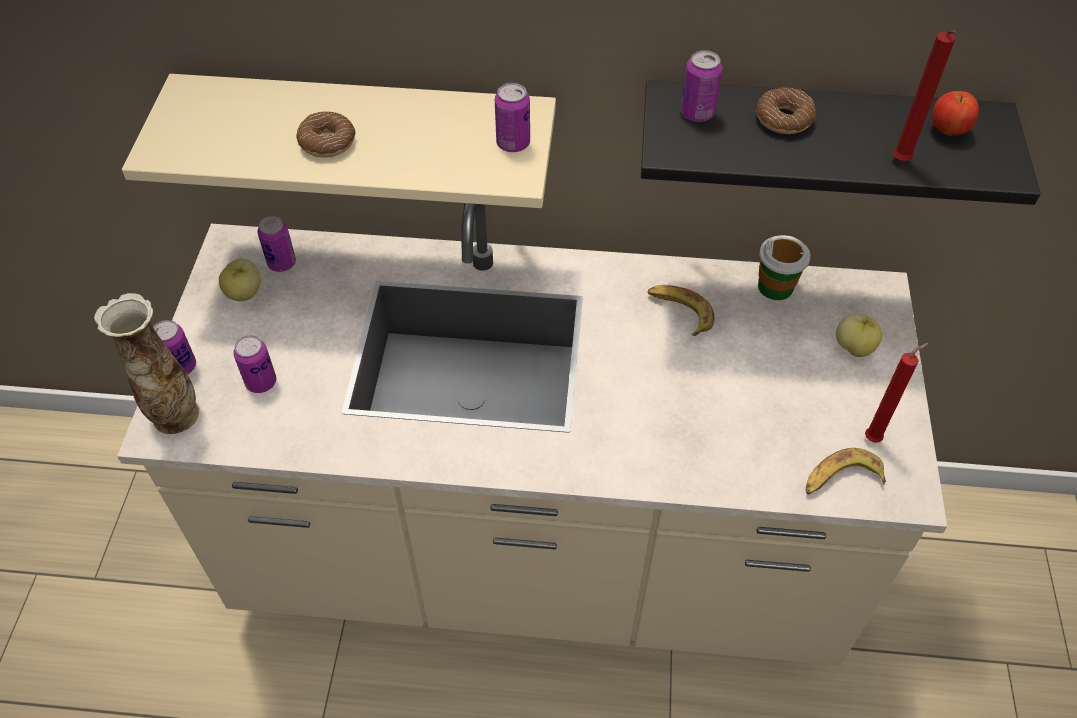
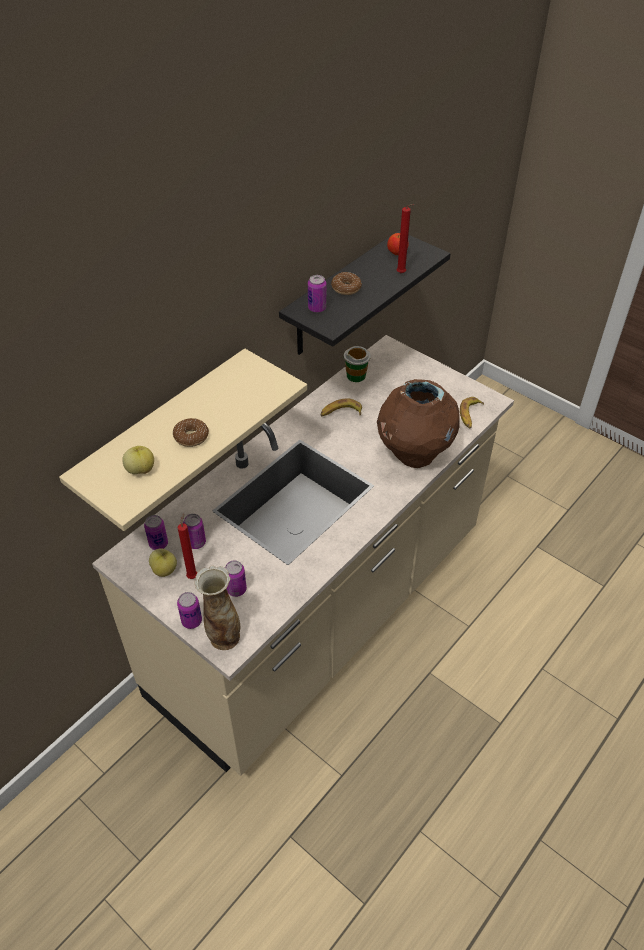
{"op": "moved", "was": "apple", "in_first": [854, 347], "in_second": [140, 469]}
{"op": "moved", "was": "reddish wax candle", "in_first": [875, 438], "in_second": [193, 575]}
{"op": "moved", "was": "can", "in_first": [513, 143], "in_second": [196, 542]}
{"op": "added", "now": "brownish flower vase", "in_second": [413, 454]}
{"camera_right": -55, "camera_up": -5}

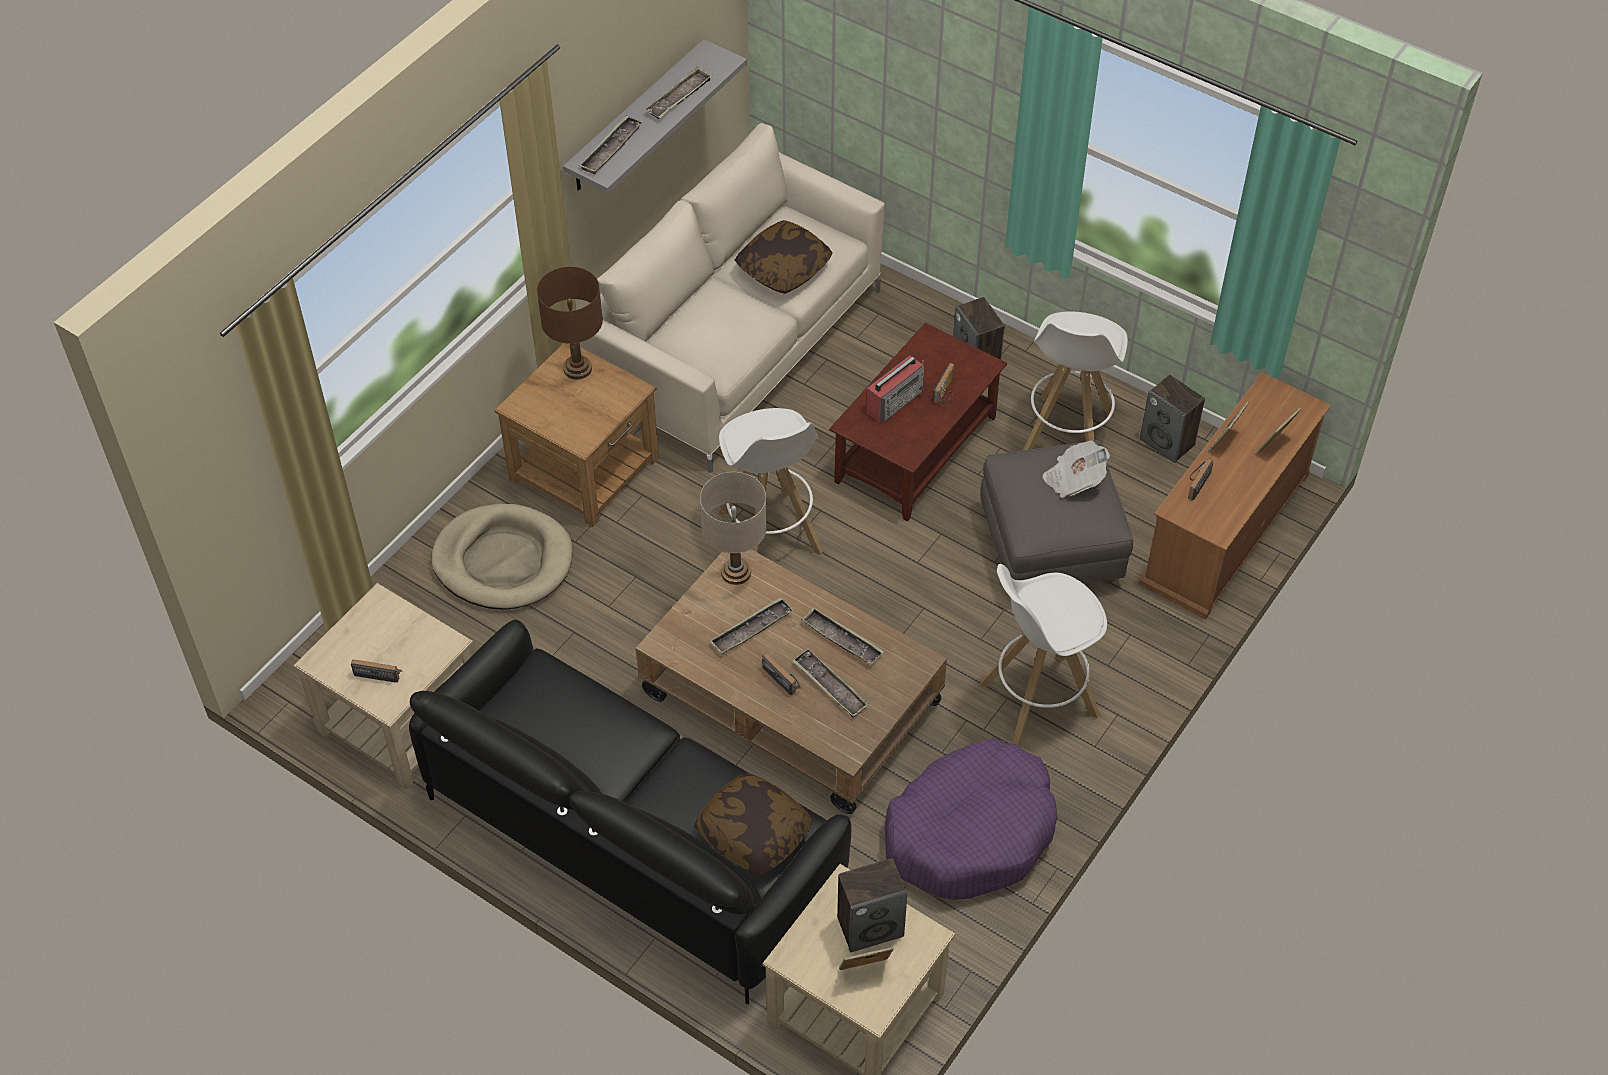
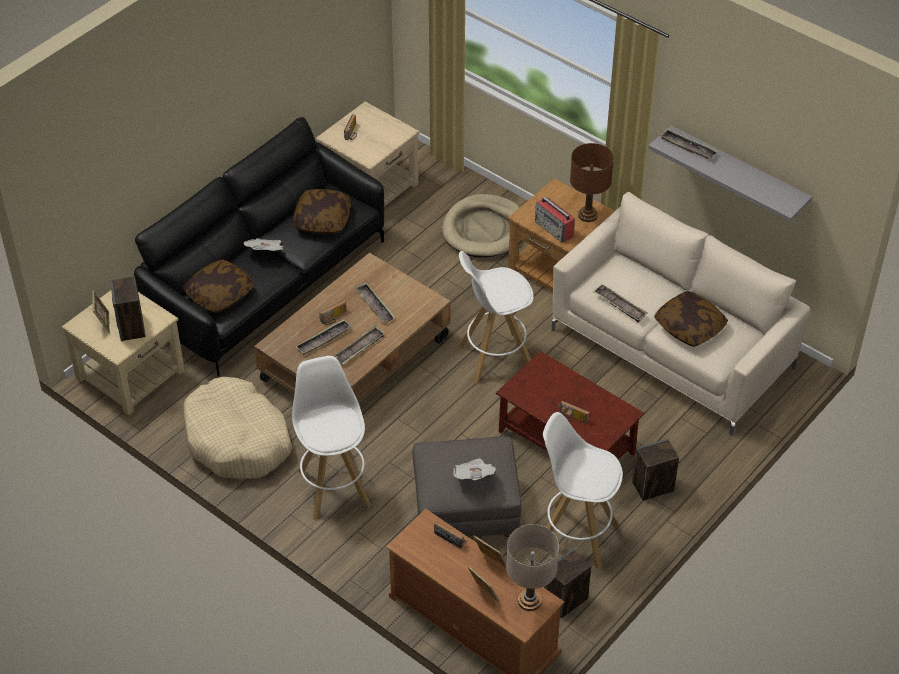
{"op": "recoloured", "was": "purplish dog cushion", "now": "sand-coloured dog cushion", "in_first": [970, 831], "in_second": [237, 440]}
{"op": "added", "now": "daily paper", "in_second": [266, 252]}
{"op": "added", "now": "throw pillow", "in_second": [322, 220]}
{"op": "moved", "was": "sand-coloured lamp for a table", "in_first": [736, 572], "in_second": [529, 601]}
{"op": "moved", "was": "radio", "in_first": [895, 400], "in_second": [554, 229]}
{"op": "moved", "was": "serving tray", "in_first": [679, 97], "in_second": [620, 305]}
{"camera_right": 95, "camera_up": -5}

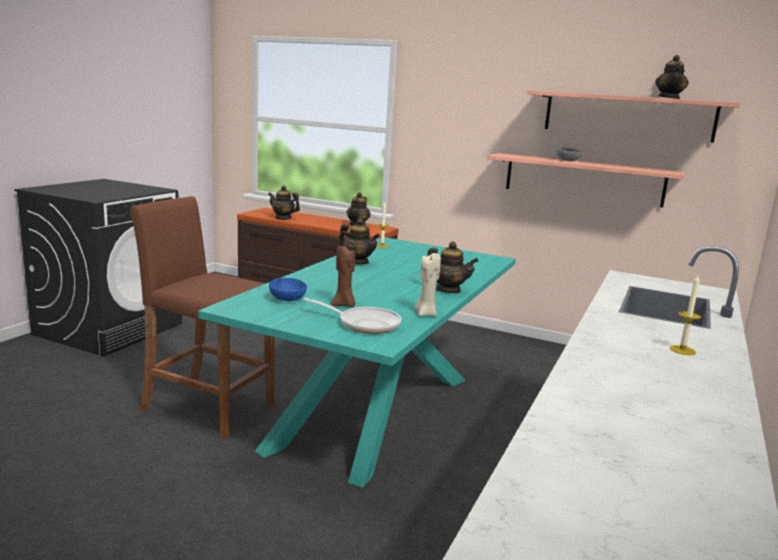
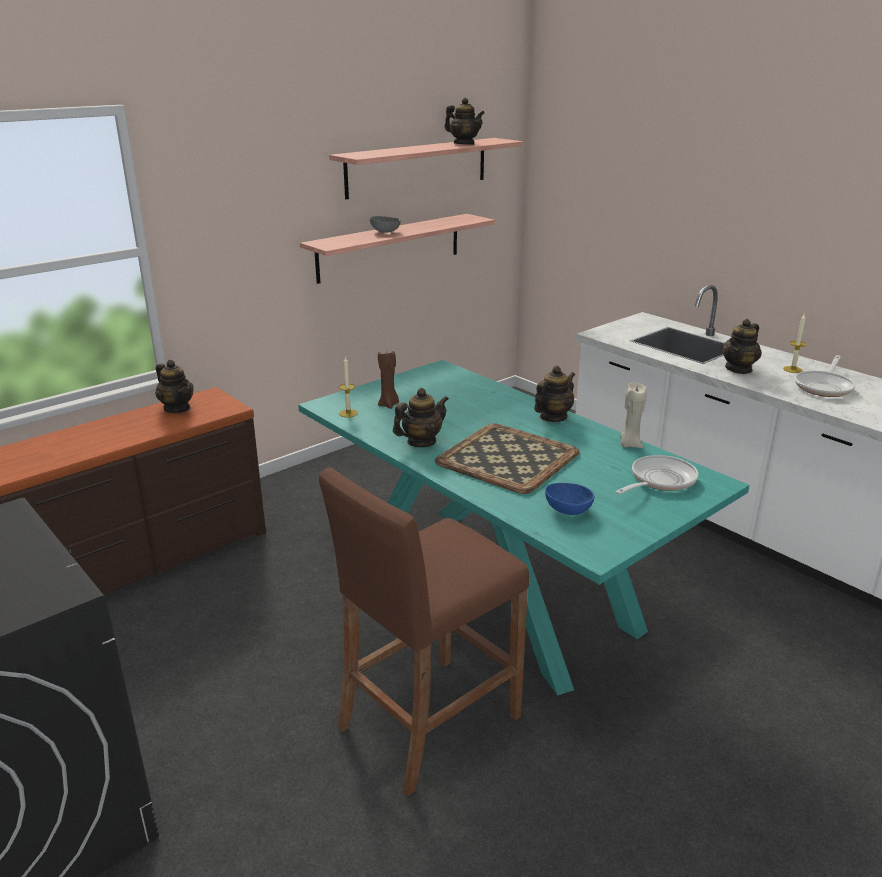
{"op": "moved", "was": "brownish wax candle", "in_first": [344, 305], "in_second": [389, 405]}
{"op": "added", "now": "serving tray", "in_second": [507, 457]}
{"op": "moved", "was": "teapot", "in_first": [283, 218], "in_second": [739, 369]}
{"op": "added", "now": "frying pan", "in_second": [824, 387]}
{"camera_right": -65, "camera_up": 10}

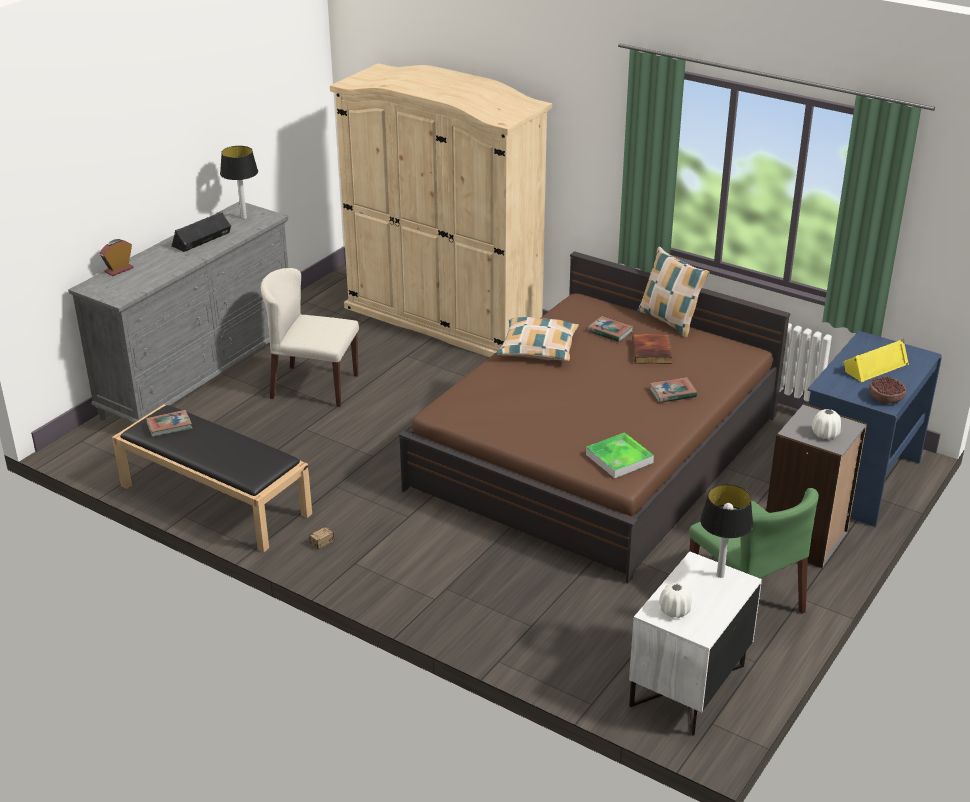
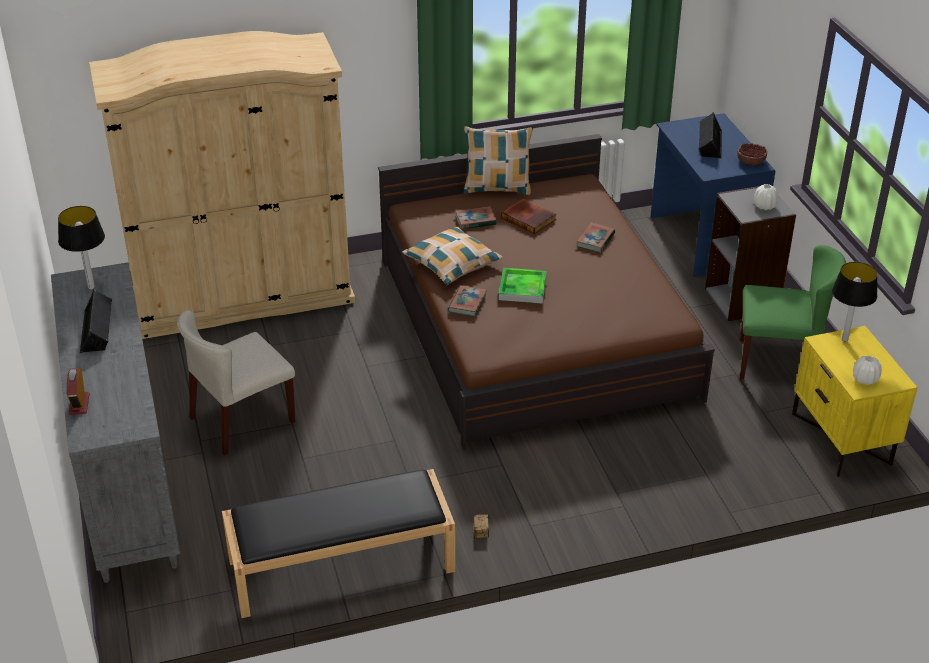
{"op": "moved", "was": "bound book", "in_first": [169, 426], "in_second": [467, 303]}
{"op": "moved", "was": "serving tray", "in_first": [619, 458], "in_second": [522, 288]}
{"op": "recoloured", "was": "yellow audio speaker", "now": "black audio speaker", "in_first": [874, 366], "in_second": [708, 143]}
{"op": "recoloured", "was": "white-coloured night table", "now": "yellow night table", "in_first": [688, 687], "in_second": [842, 439]}
{"camera_right": -50, "camera_up": 5}

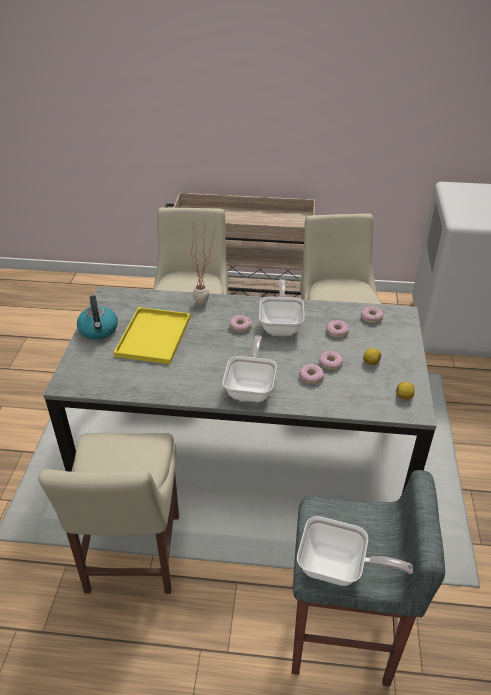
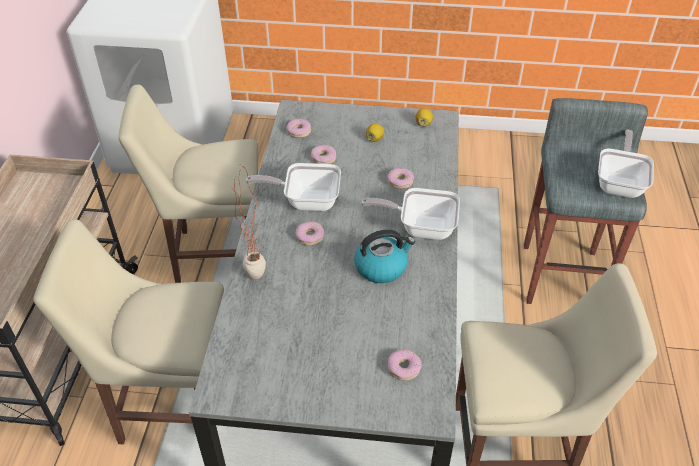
{"op": "moved", "was": "water kettle", "in_first": [99, 330], "in_second": [381, 267]}
{"op": "moved", "was": "doughnut", "in_first": [330, 363], "in_second": [403, 368]}
{"op": "removed", "was": "yellow serving tray", "in_first": [154, 337]}
{"camera_right": -90, "camera_up": 5}

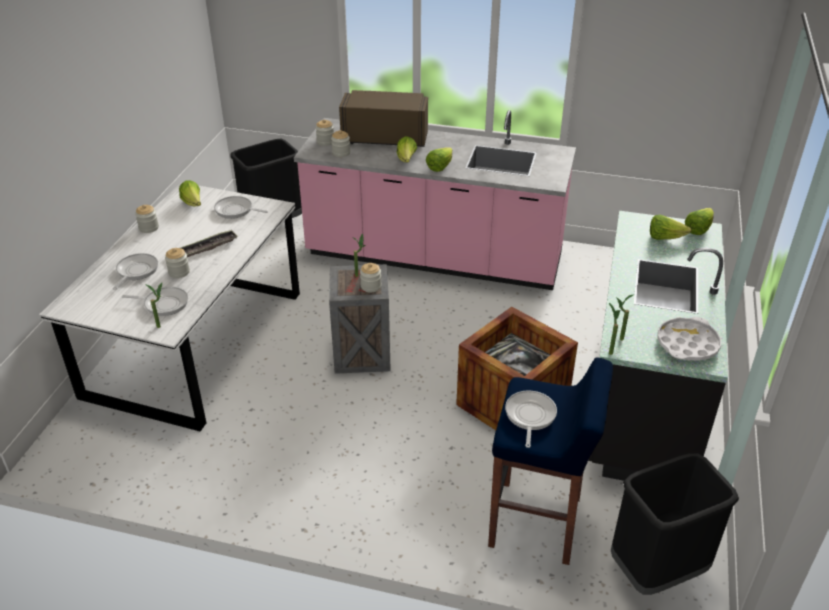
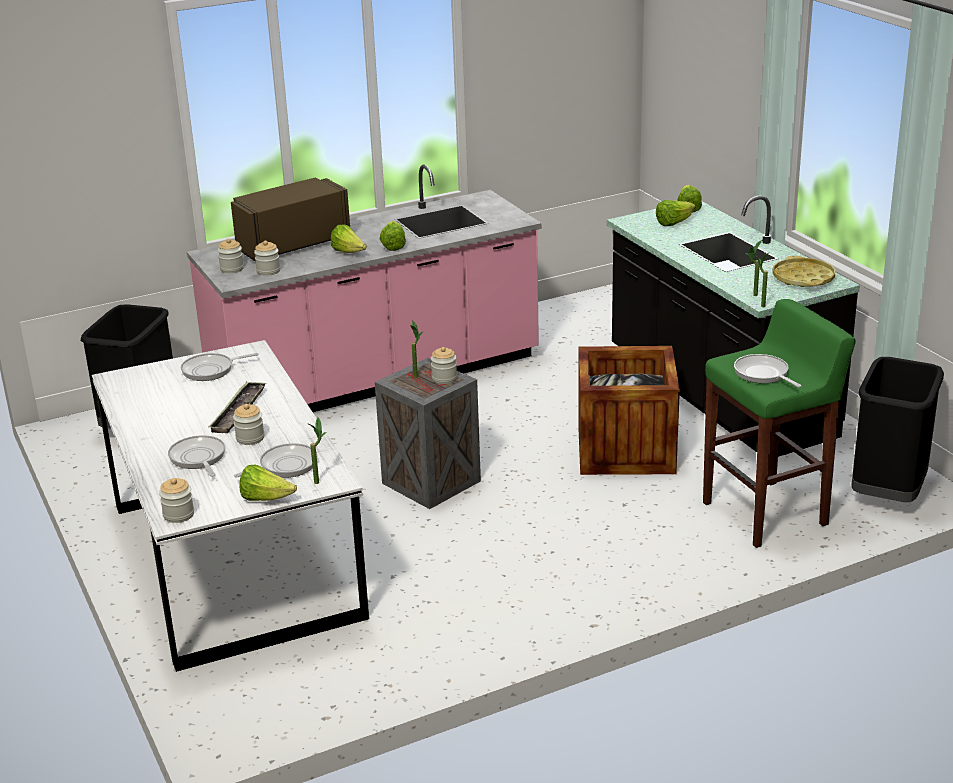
{"op": "moved", "was": "jar", "in_first": [149, 228], "in_second": [178, 515]}
{"op": "moved", "was": "lettuce", "in_first": [193, 203], "in_second": [266, 498]}
{"op": "recoloured", "was": "blue stool", "now": "greenish stool", "in_first": [537, 522], "in_second": [766, 513]}
{"op": "recoloured", "was": "white-coloured serving tray", "now": "yellow serving tray", "in_first": [687, 344], "in_second": [803, 278]}
{"camera_right": -40, "camera_up": -10}

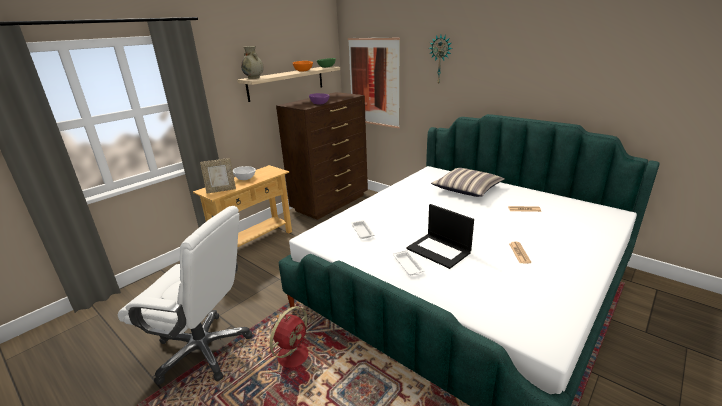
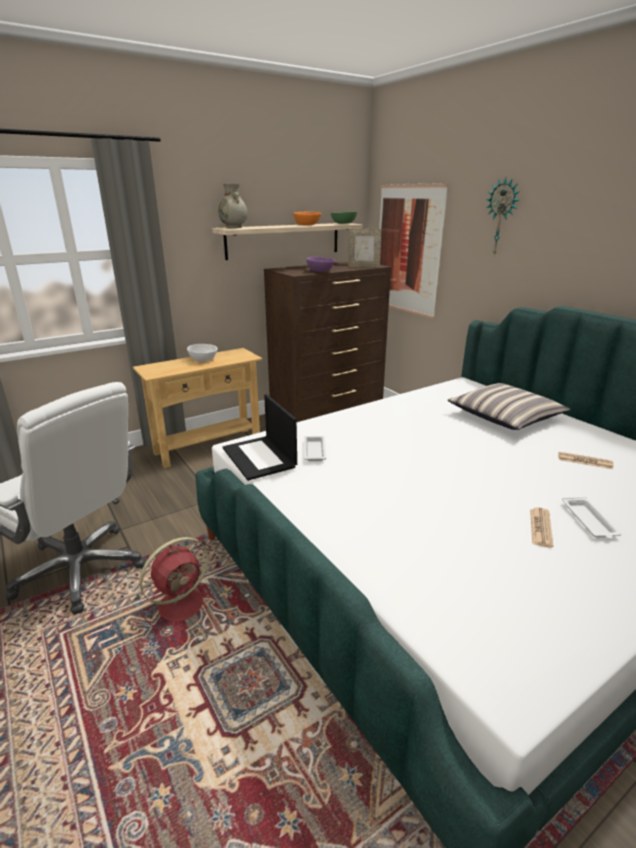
{"op": "moved", "was": "notebook computer", "in_first": [439, 250], "in_second": [260, 458]}
{"op": "moved", "was": "standing frame", "in_first": [221, 190], "in_second": [363, 267]}
{"op": "moved", "was": "white-coloured serving tray", "in_first": [408, 265], "in_second": [589, 521]}
{"camera_right": 15, "camera_up": 0}

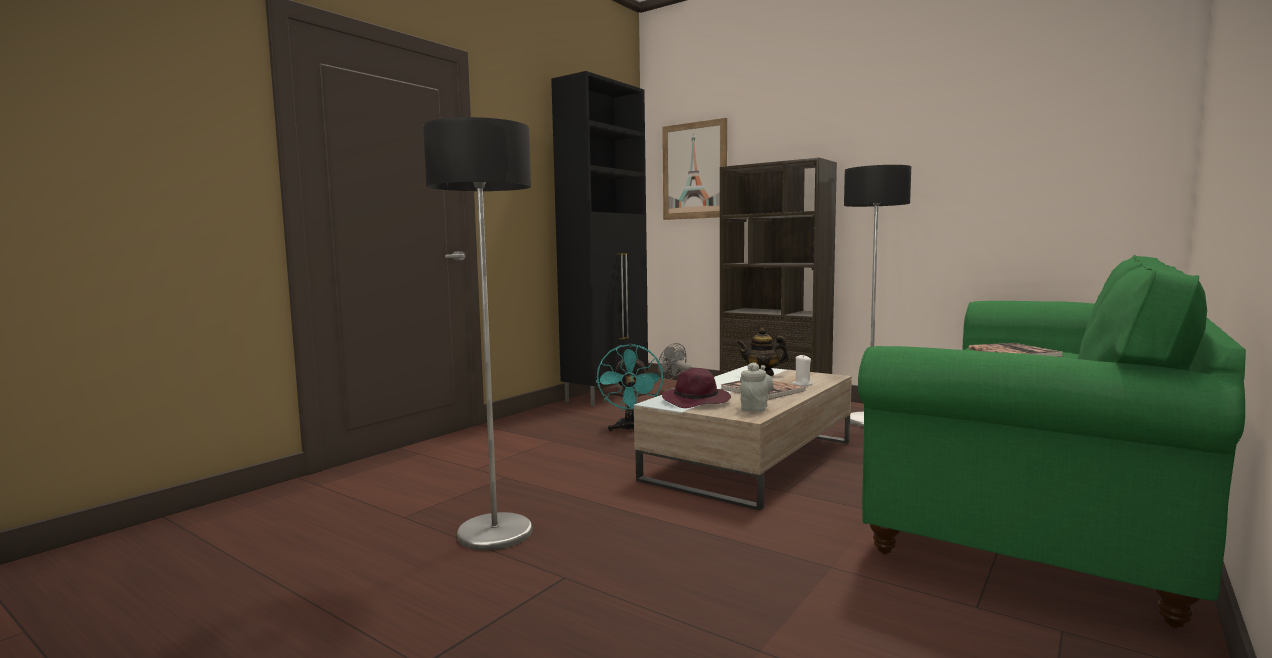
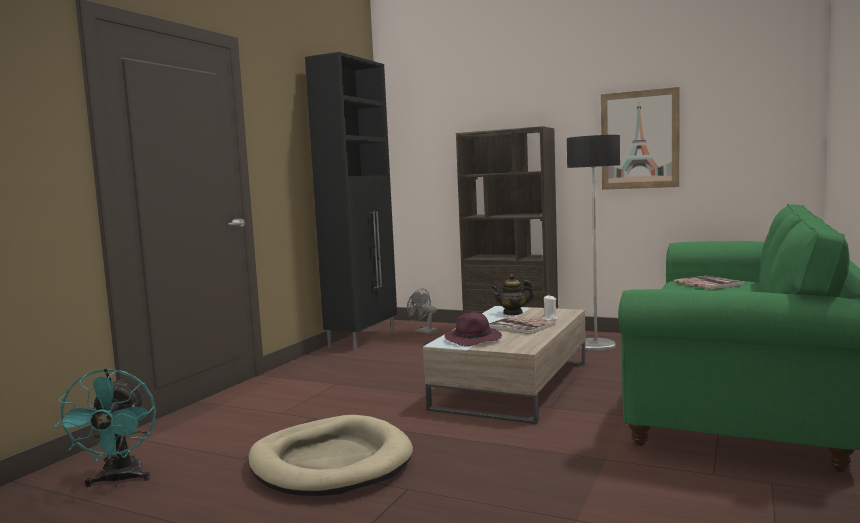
{"op": "moved", "was": "blue-green fan", "in_first": [631, 429], "in_second": [119, 480]}
{"op": "replaced", "was": "standing lamp", "now": "sand-coloured dog cushion", "in_first": [494, 533], "in_second": [330, 462]}
{"op": "moved", "was": "picture", "in_first": [694, 171], "in_second": [639, 140]}
{"op": "removed", "was": "greyish teapot", "in_first": [755, 408]}
{"camera_right": -10, "camera_up": 0}

